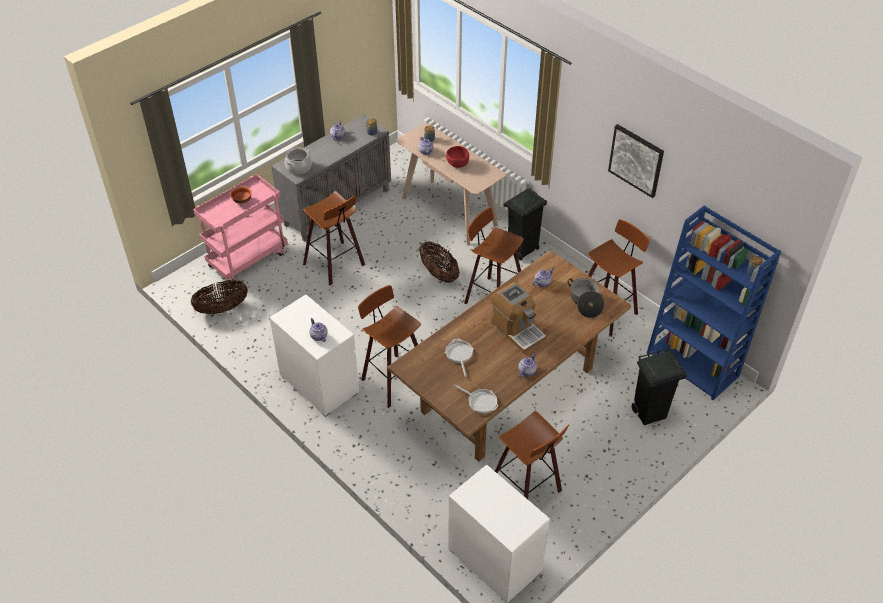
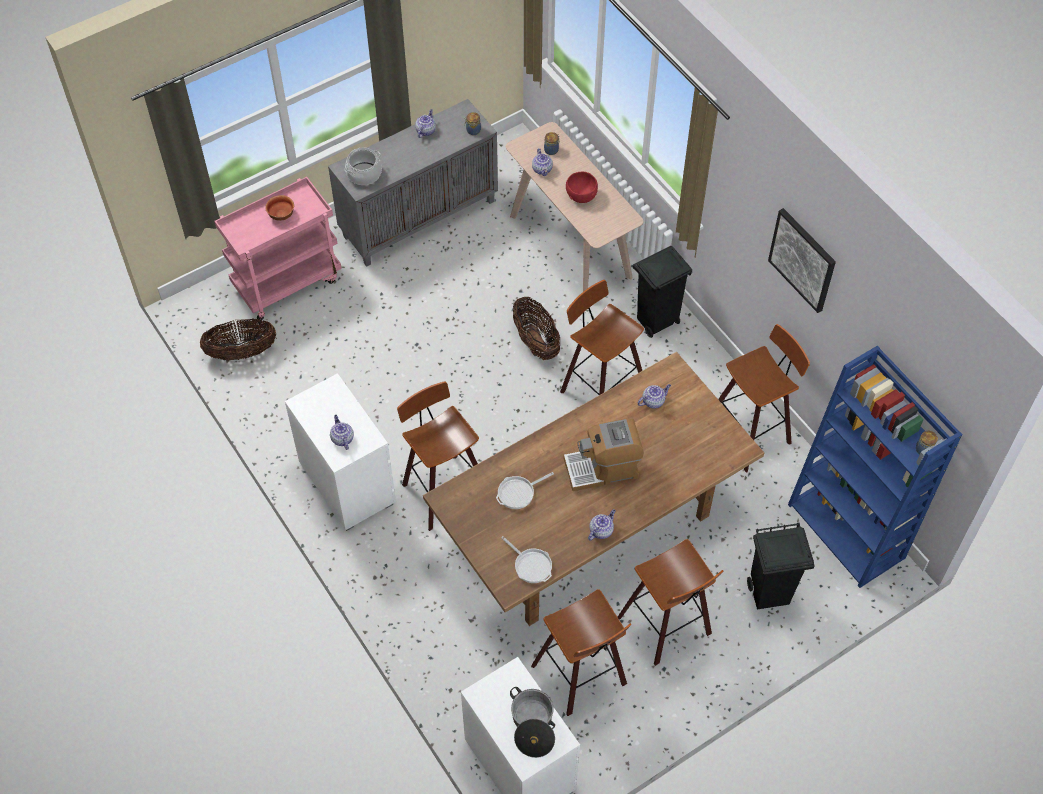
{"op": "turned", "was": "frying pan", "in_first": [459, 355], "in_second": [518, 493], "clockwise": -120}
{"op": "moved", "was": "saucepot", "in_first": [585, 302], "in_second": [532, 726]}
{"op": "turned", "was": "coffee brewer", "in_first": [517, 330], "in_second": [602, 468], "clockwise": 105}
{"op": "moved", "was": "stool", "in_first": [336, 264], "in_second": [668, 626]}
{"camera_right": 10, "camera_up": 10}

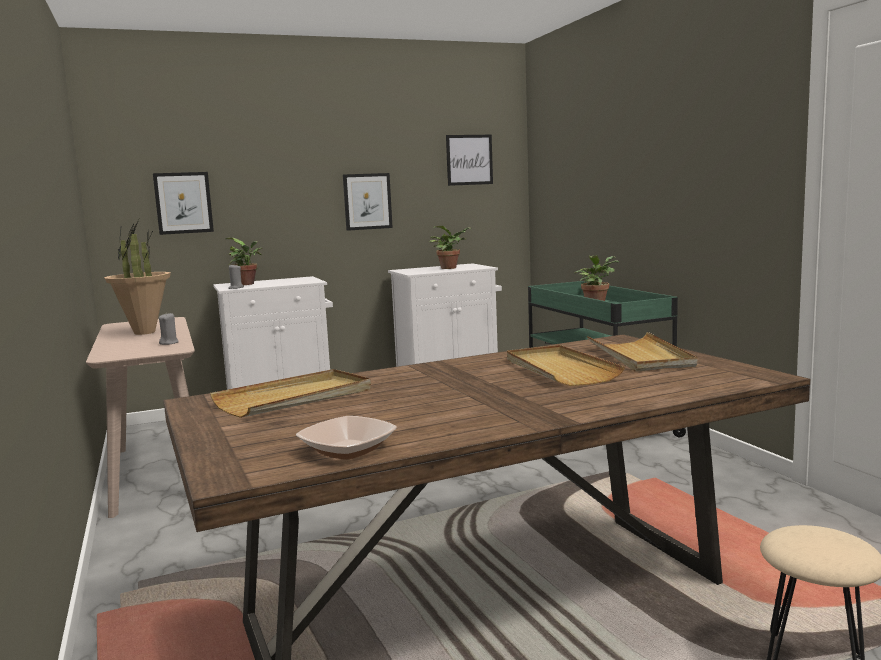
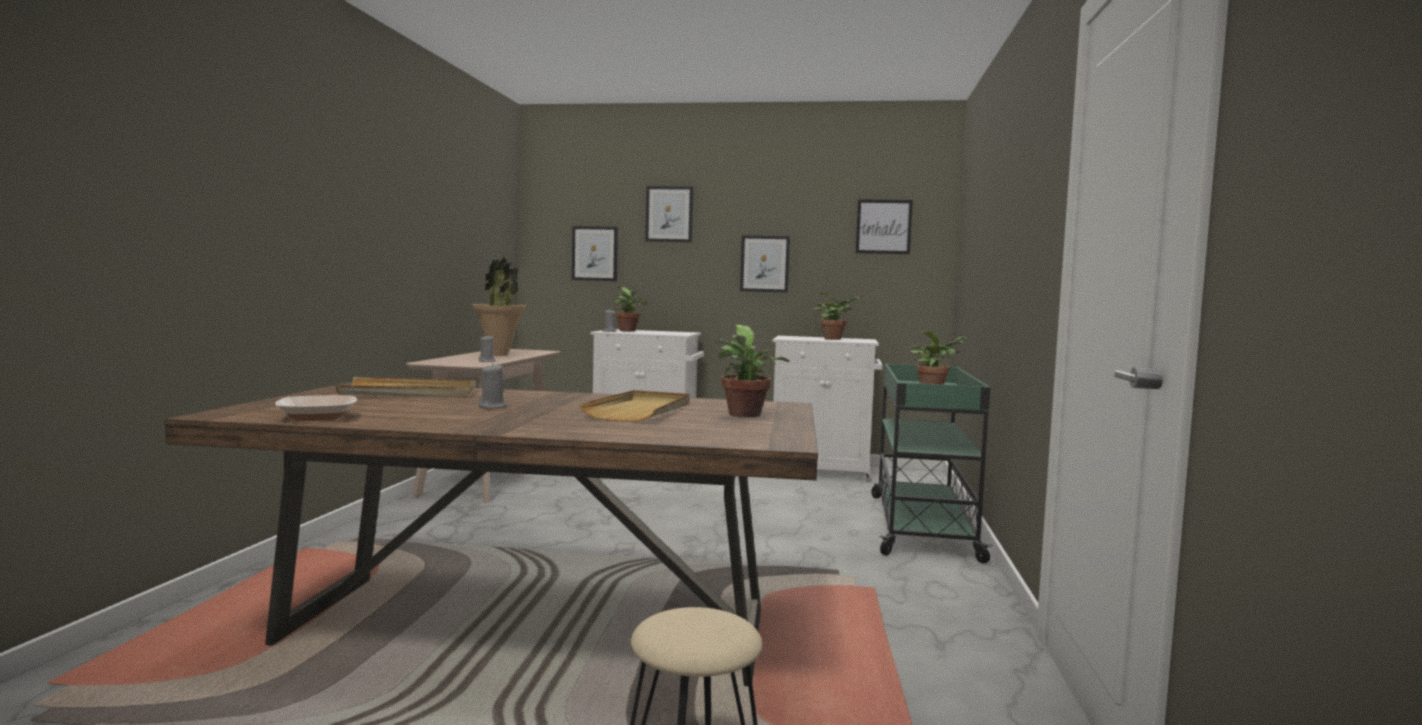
{"op": "added", "now": "greyish wax candle", "in_second": [492, 407]}
{"op": "added", "now": "picture", "in_second": [669, 214]}
{"op": "replaced", "was": "sand-coloured serving tray", "now": "houseplant", "in_first": [640, 356], "in_second": [745, 415]}
{"camera_right": 30, "camera_up": -5}

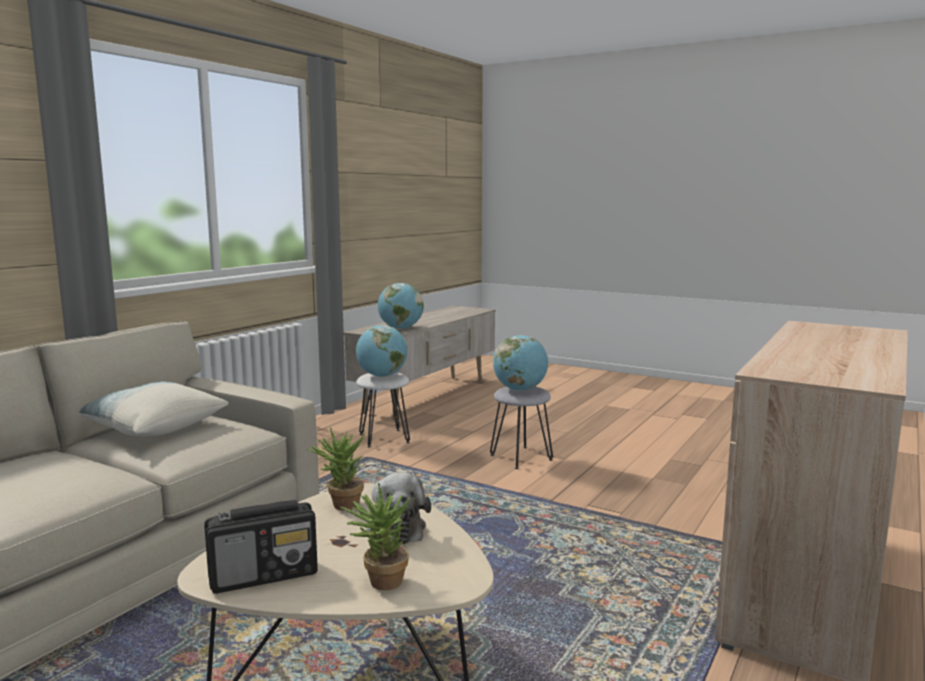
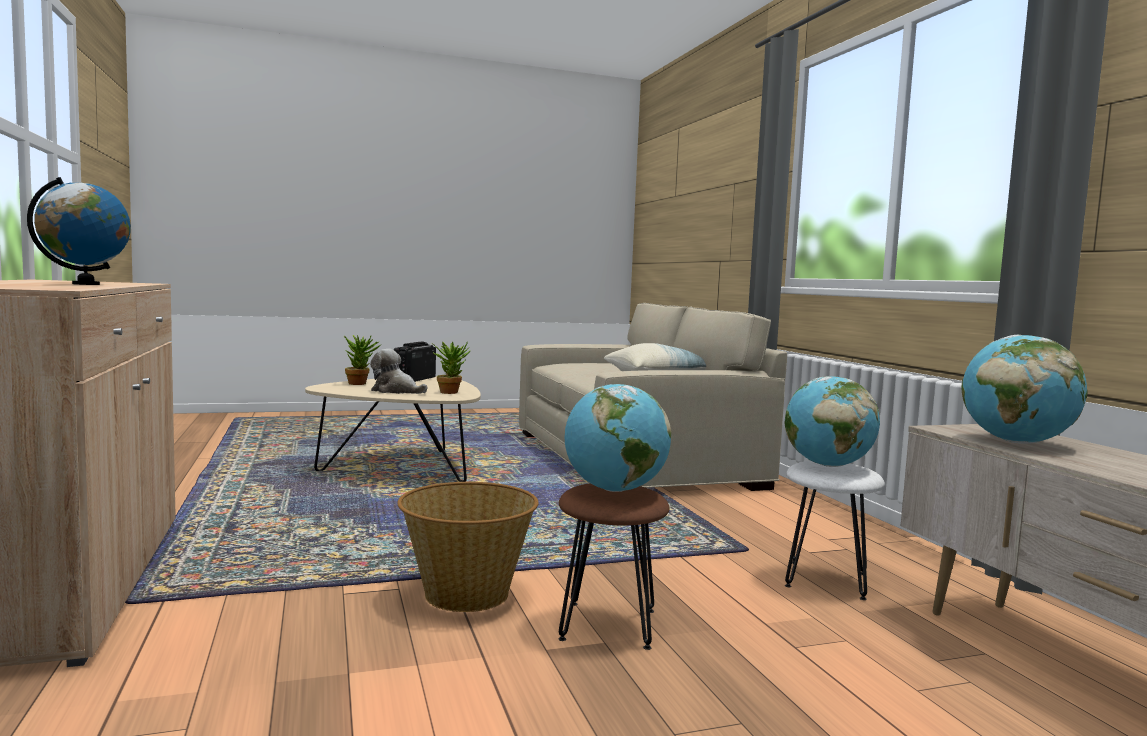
{"op": "added", "now": "globe", "in_second": [85, 284]}
{"op": "added", "now": "basket", "in_second": [466, 595]}
{"op": "recoloured", "was": "greyish stool", "now": "brownish stool", "in_first": [521, 457], "in_second": [608, 625]}
{"camera_right": 130, "camera_up": -5}

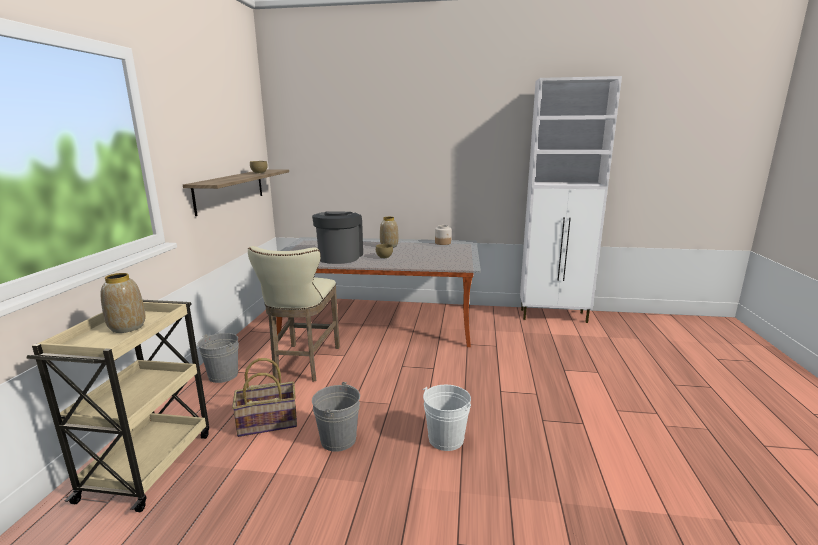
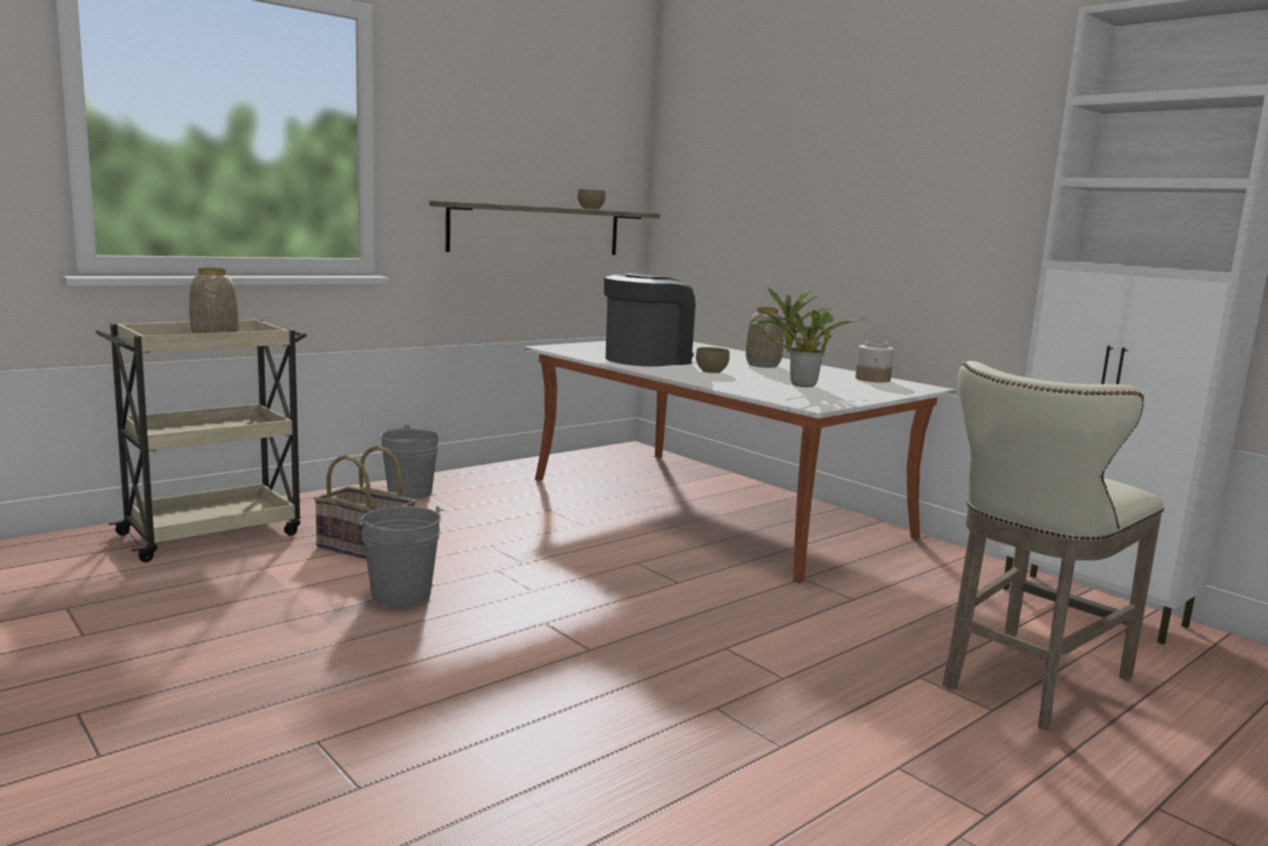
{"op": "added", "now": "houseplant", "in_second": [798, 385]}
{"op": "moved", "was": "sand-coloured stool", "in_first": [304, 364], "in_second": [1025, 682]}
{"op": "removed", "was": "white-coloured bucket", "in_first": [446, 439]}
{"camera_right": 40, "camera_up": -5}

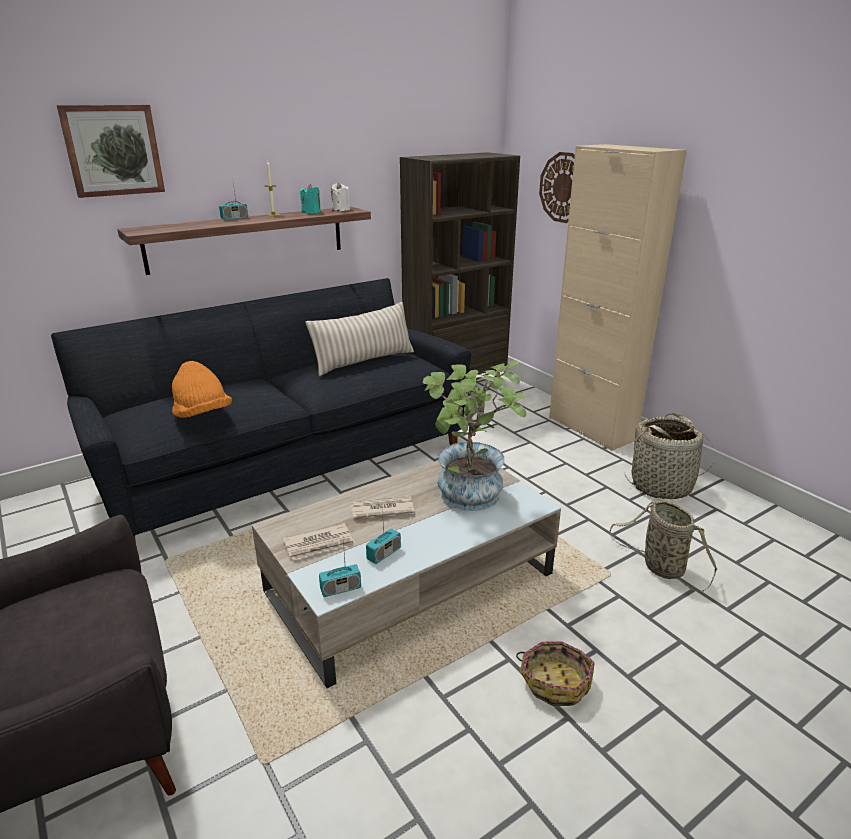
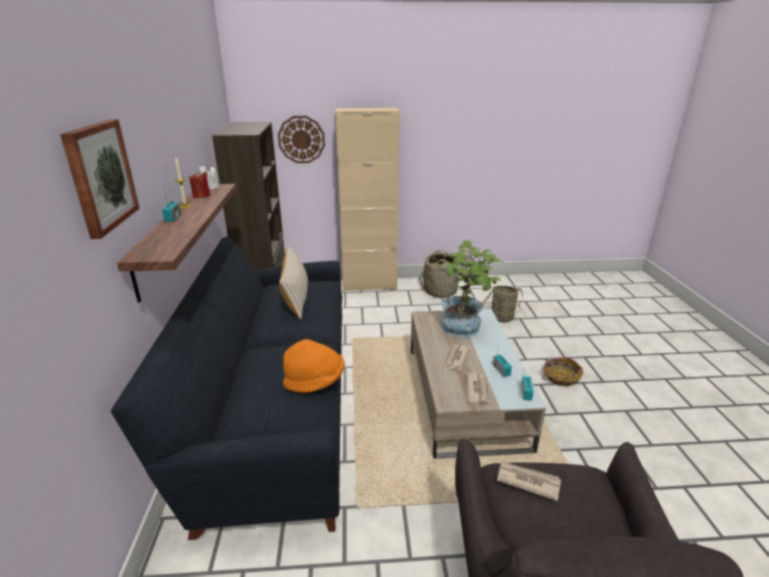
{"op": "recoloured", "was": "blue-green wax candle", "now": "reddish wax candle", "in_first": [311, 212], "in_second": [201, 196]}
{"op": "added", "now": "daily paper", "in_second": [527, 481]}
{"camera_right": -60, "camera_up": 0}

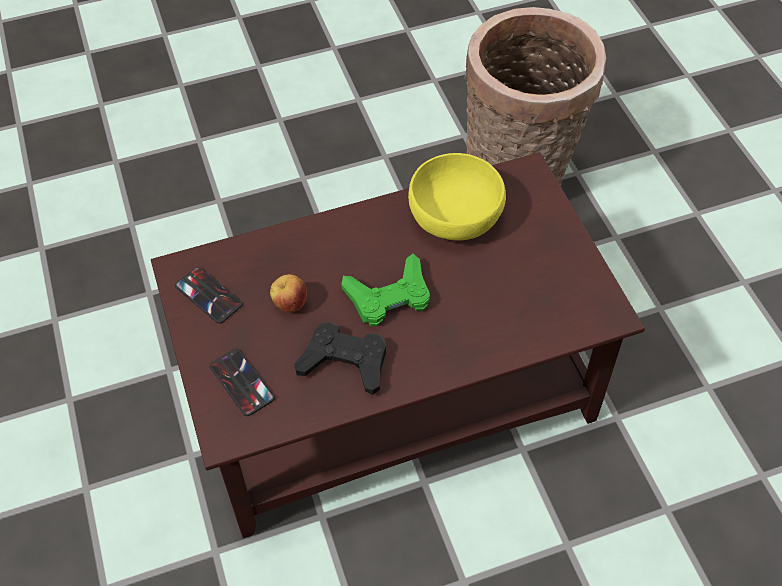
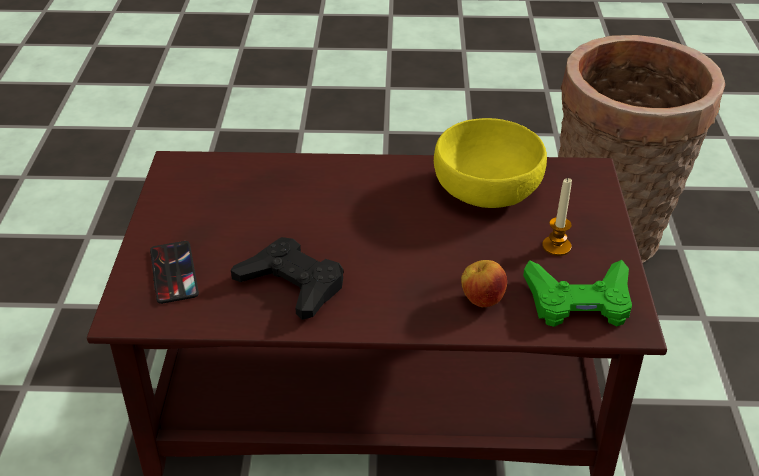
{"op": "moved", "was": "apple", "in_first": [290, 304], "in_second": [481, 300]}
{"op": "moved", "was": "greenish joypad", "in_first": [389, 297], "in_second": [579, 301]}
{"op": "added", "now": "wax candle", "in_second": [556, 246]}
{"op": "removed", "was": "phone", "in_first": [209, 295]}
{"camera_right": 20, "camera_up": -15}

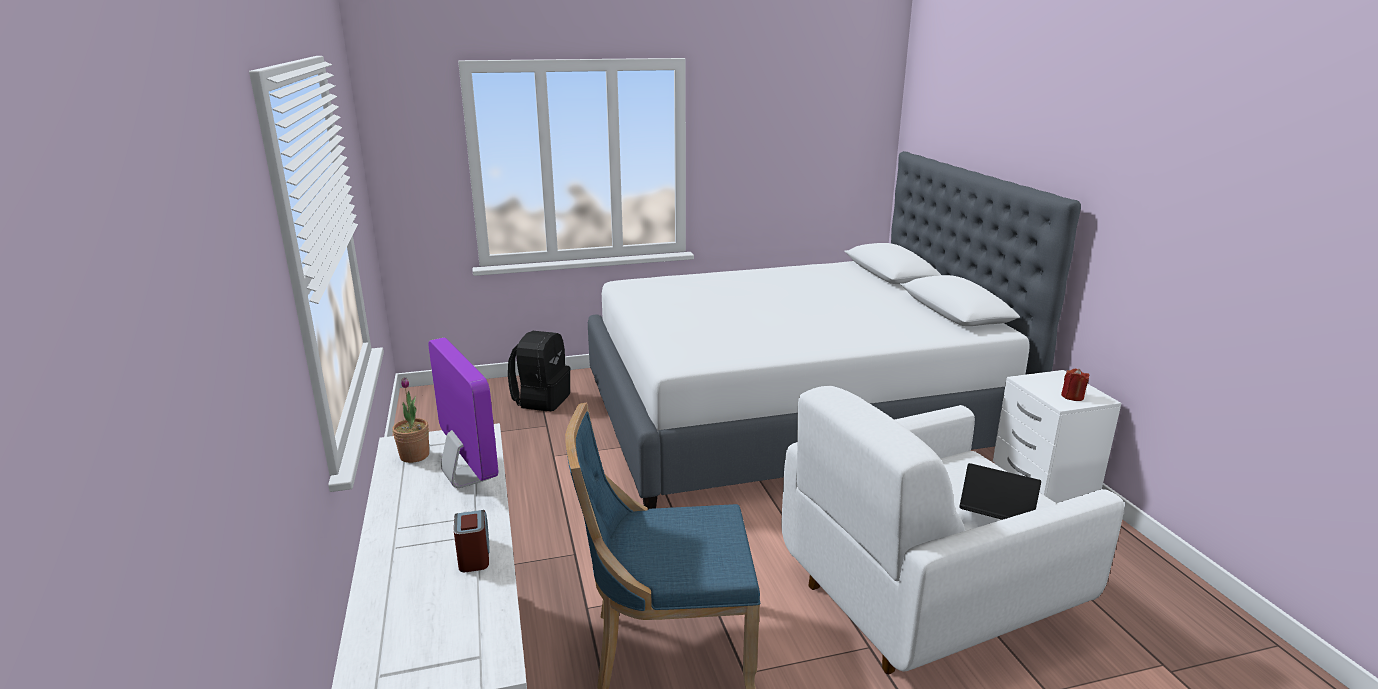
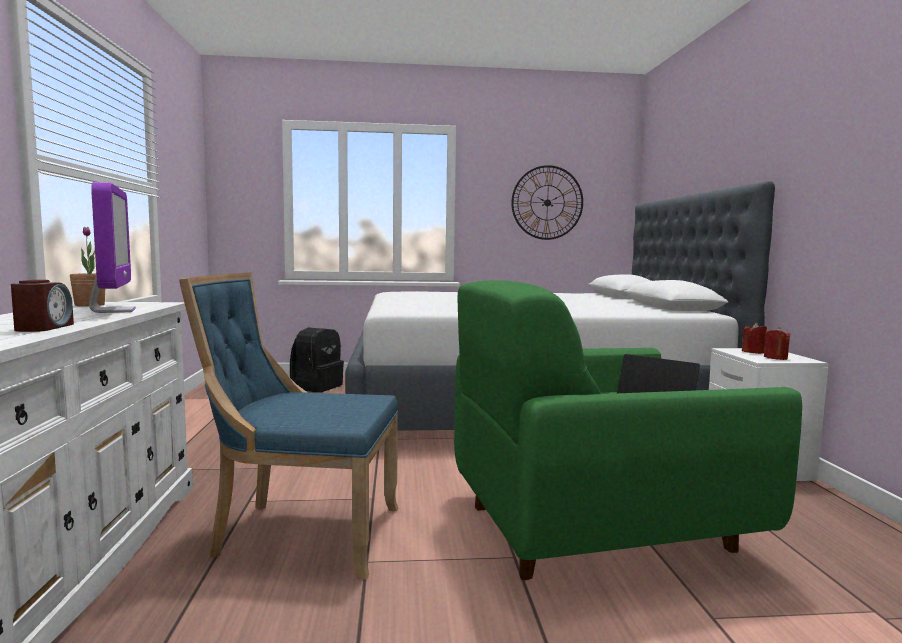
{"op": "recoloured", "was": "white-coloured easy chair", "now": "greenish easy chair", "in_first": [924, 599], "in_second": [594, 528]}
{"op": "added", "now": "wall clock", "in_second": [547, 202]}
{"op": "added", "now": "reddish wax candle", "in_second": [753, 352]}
{"camera_right": 10, "camera_up": -15}

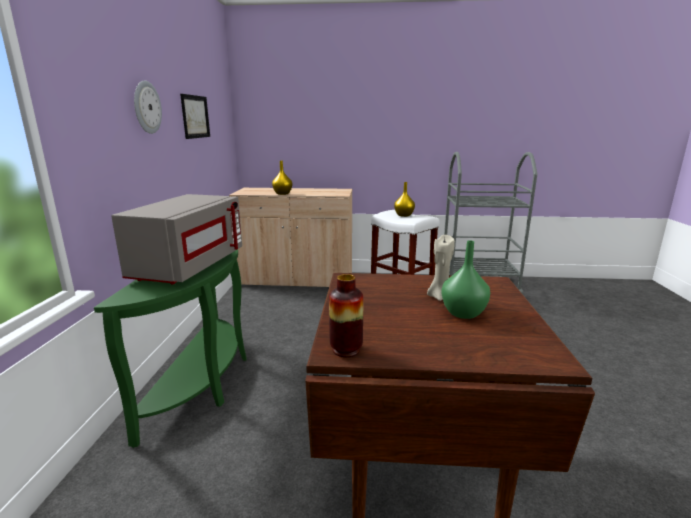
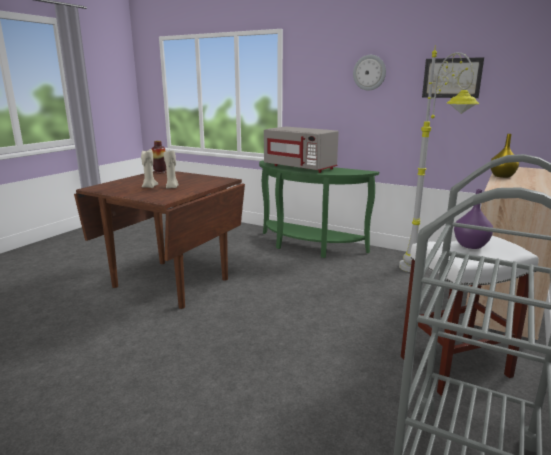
{"op": "replaced", "was": "greenish flower vase", "now": "sand-coloured wax candle", "in_first": [462, 313], "in_second": [149, 187]}
{"op": "added", "now": "greyish standing lamp", "in_second": [424, 275]}
{"op": "recoloured", "was": "yellow flower vase", "now": "purplish flower vase", "in_first": [403, 215], "in_second": [470, 245]}
{"camera_right": 115, "camera_up": 0}

